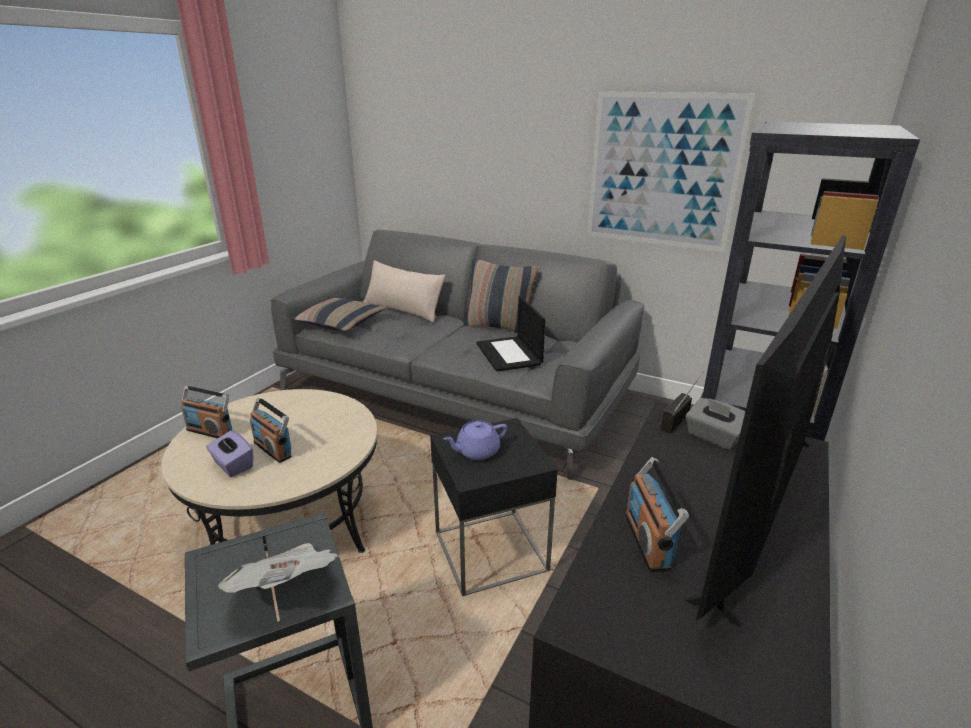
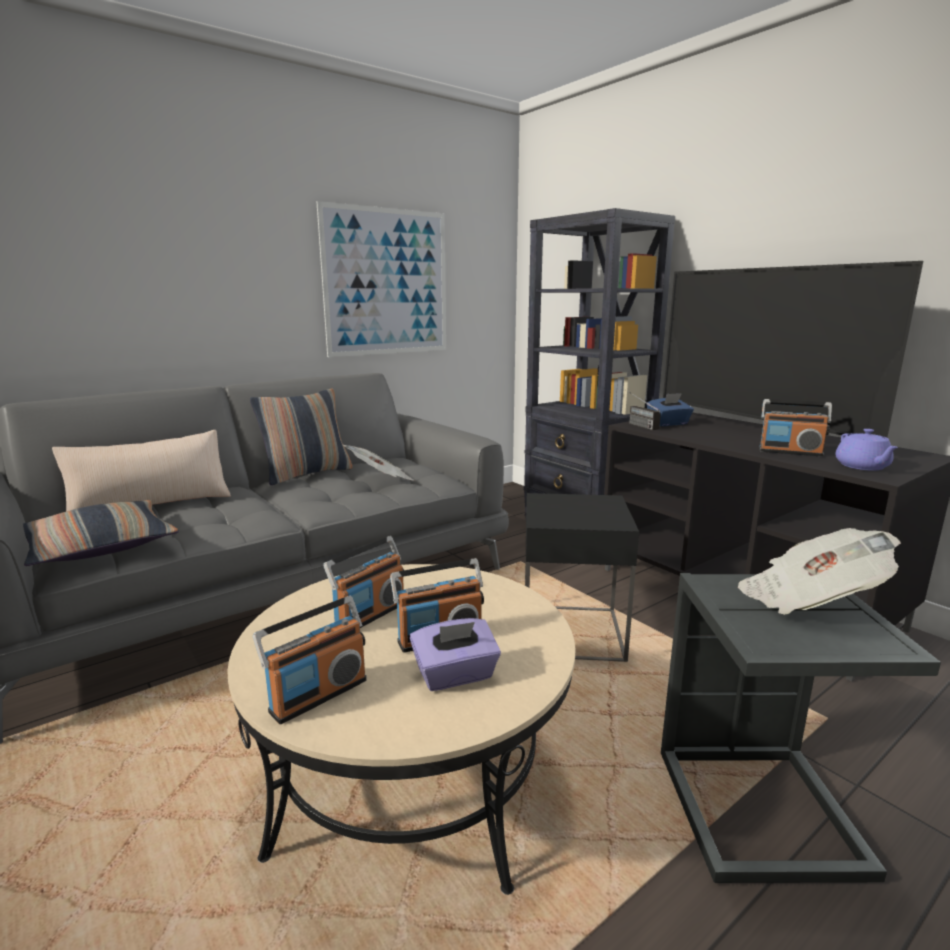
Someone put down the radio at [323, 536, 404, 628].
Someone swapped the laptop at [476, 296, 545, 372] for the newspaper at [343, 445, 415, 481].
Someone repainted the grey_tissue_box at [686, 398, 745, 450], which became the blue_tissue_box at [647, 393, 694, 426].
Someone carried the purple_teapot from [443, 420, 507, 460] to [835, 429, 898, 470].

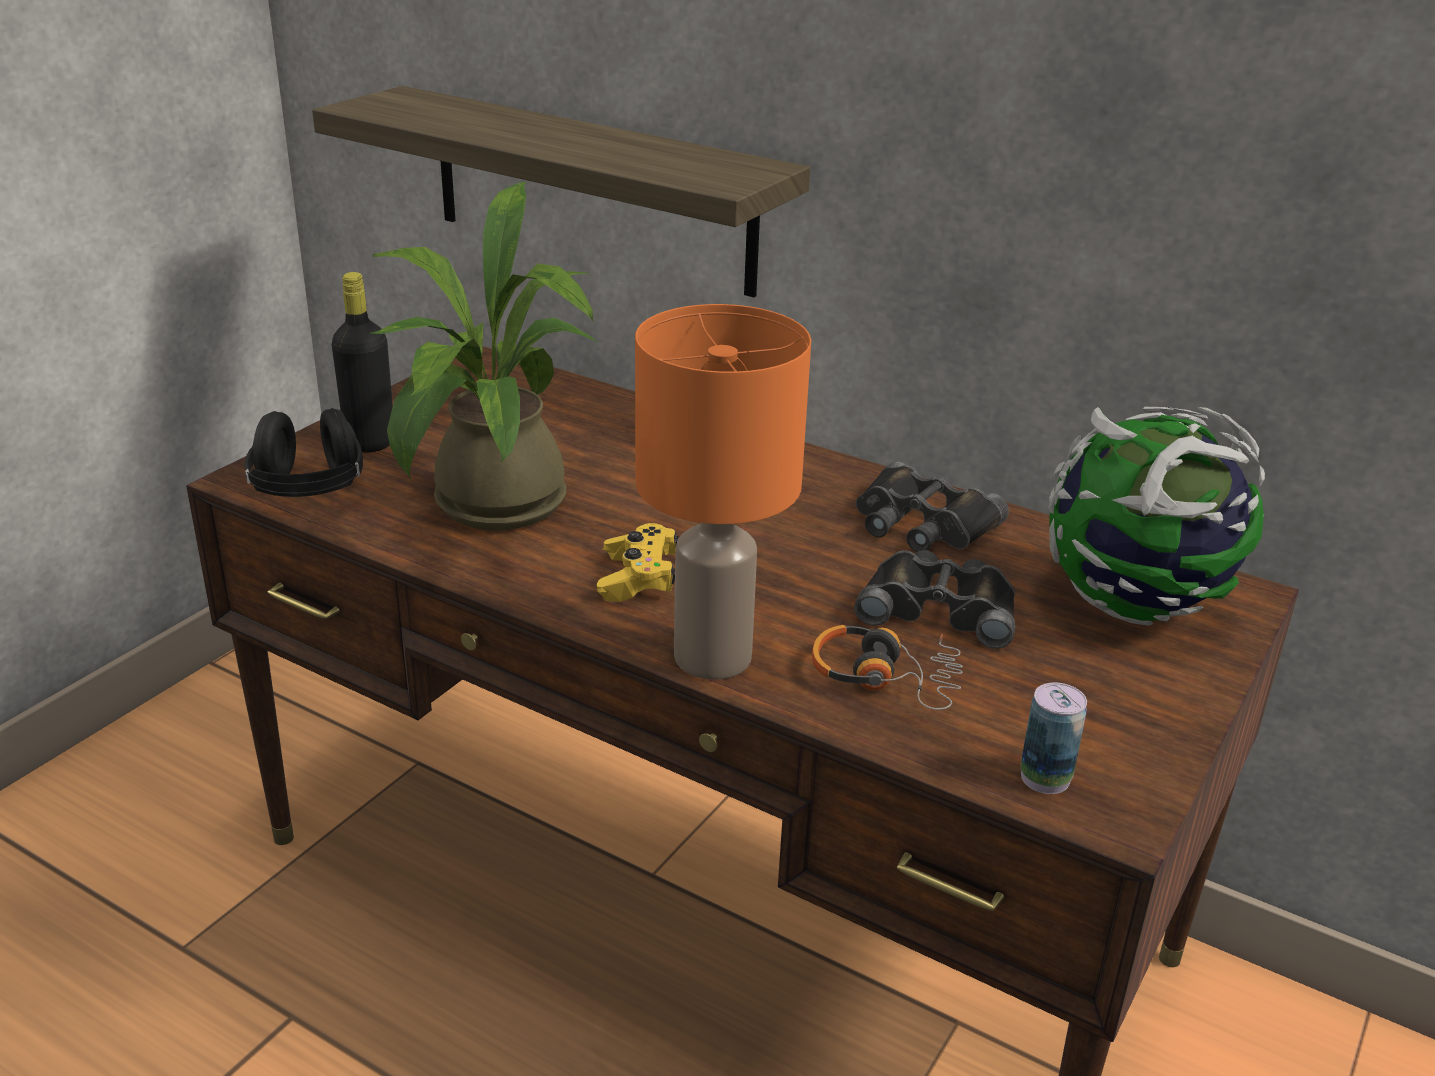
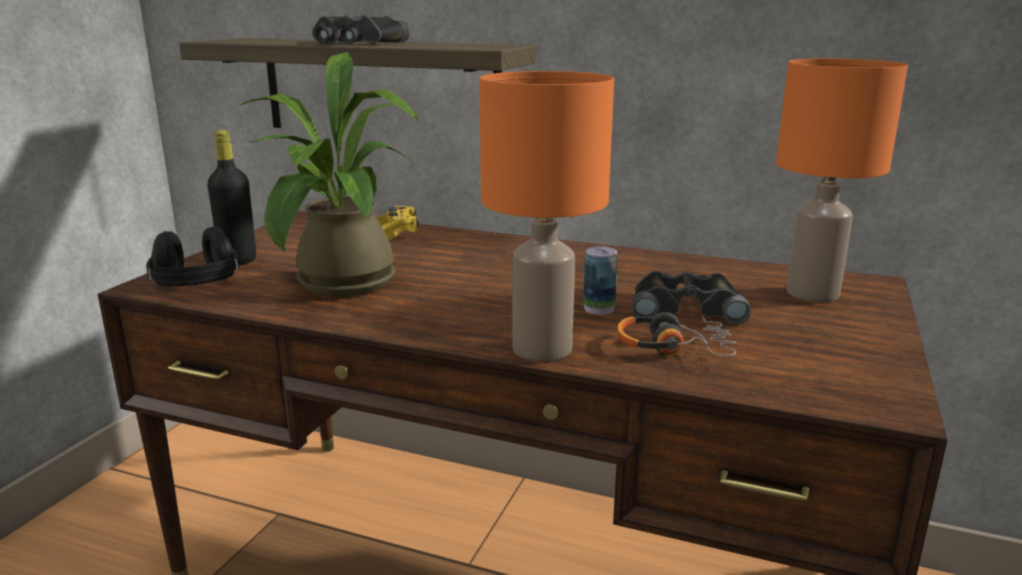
Someone carried the black_binoculars from [856, 462, 1009, 552] to [312, 15, 410, 44].
Someone carried the yellow_game_controller from [597, 523, 678, 602] to [376, 206, 419, 240].
Someone carried the can from [1020, 683, 1087, 794] to [583, 246, 618, 315].
Someone swapped the globe at [1048, 407, 1265, 626] for the orange_table_lamp at [776, 58, 908, 302].

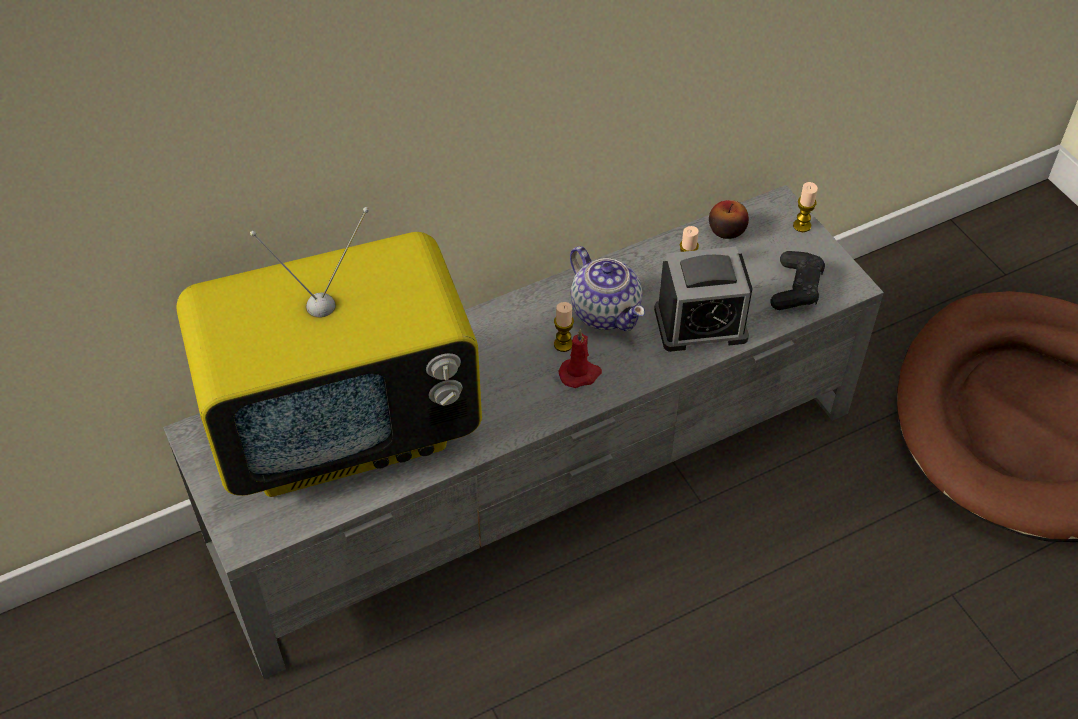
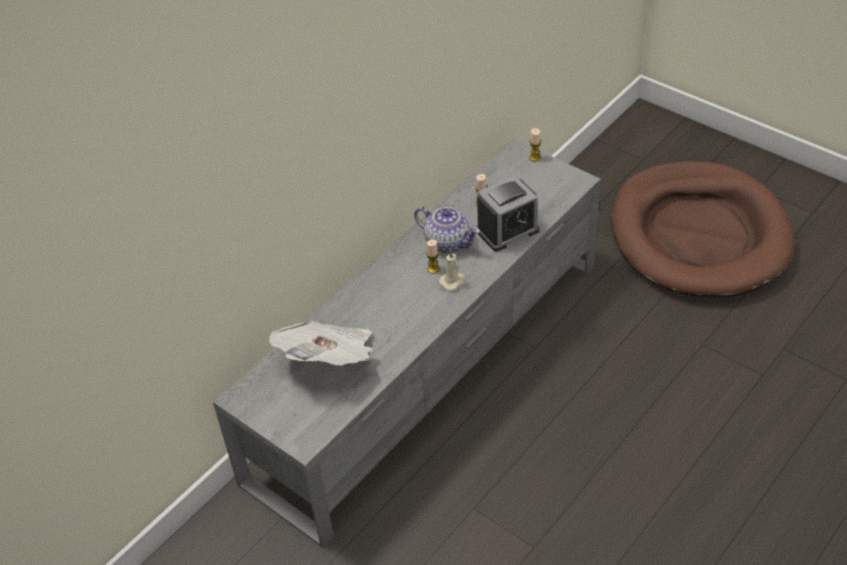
Someone swapped the television at [176, 207, 482, 497] for the newspaper at [269, 321, 373, 365].
Someone repainted the red_candle at [559, 329, 602, 388], which became the beige_candle at [439, 250, 465, 291].
Someone took away the apple at [709, 200, 749, 239].
Someone took away the black_game_controller at [770, 251, 825, 310].

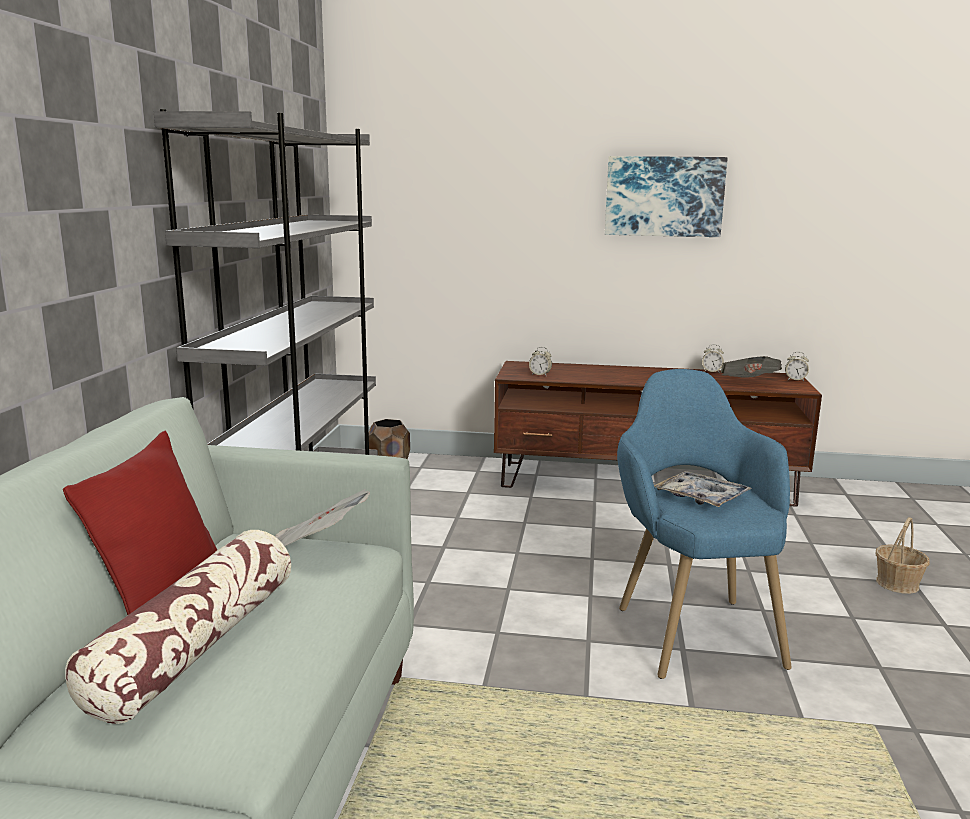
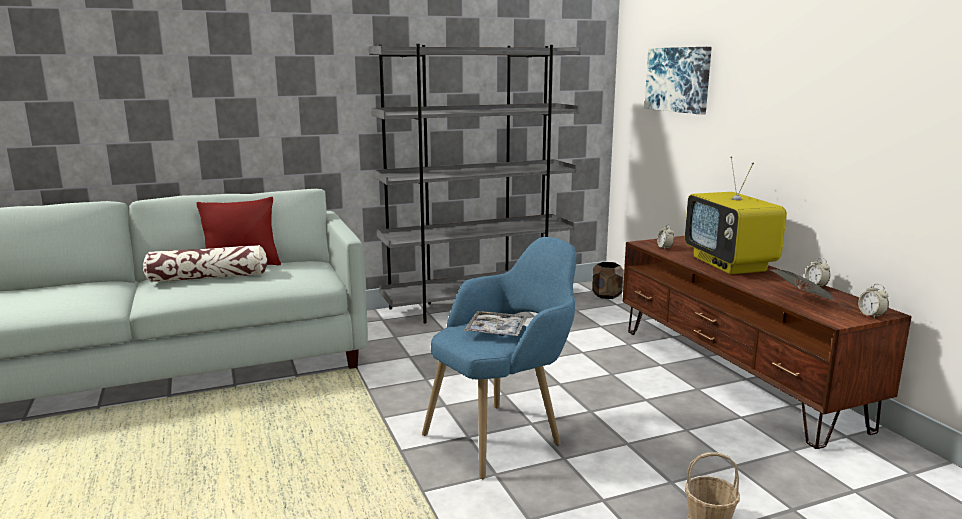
Someone carried the picture from [605, 156, 728, 237] to [644, 47, 712, 115].
Someone put down the television at [685, 157, 787, 274].
Someone took away the newspaper at [275, 489, 370, 546].

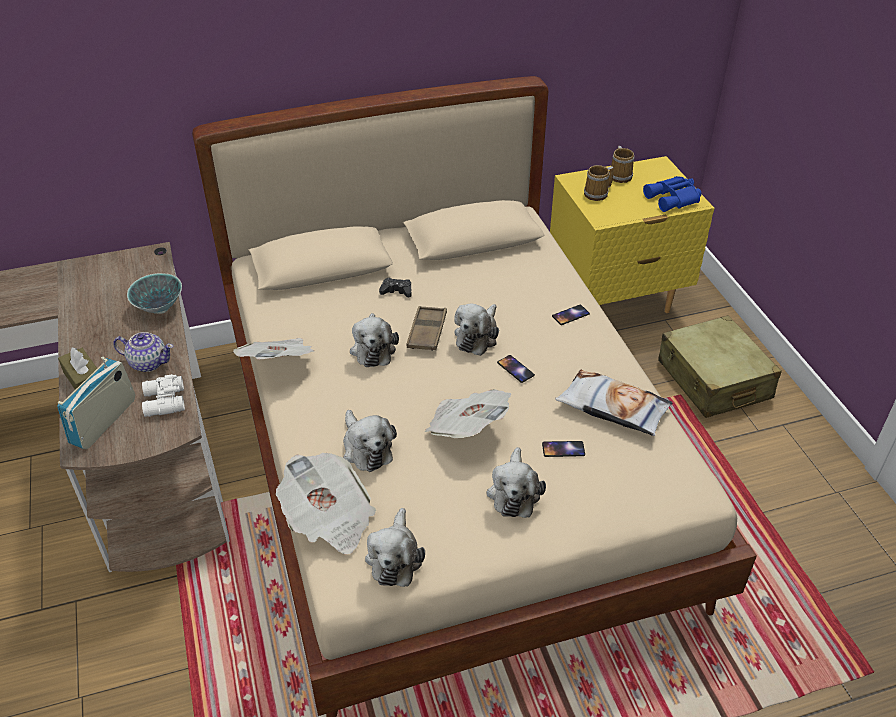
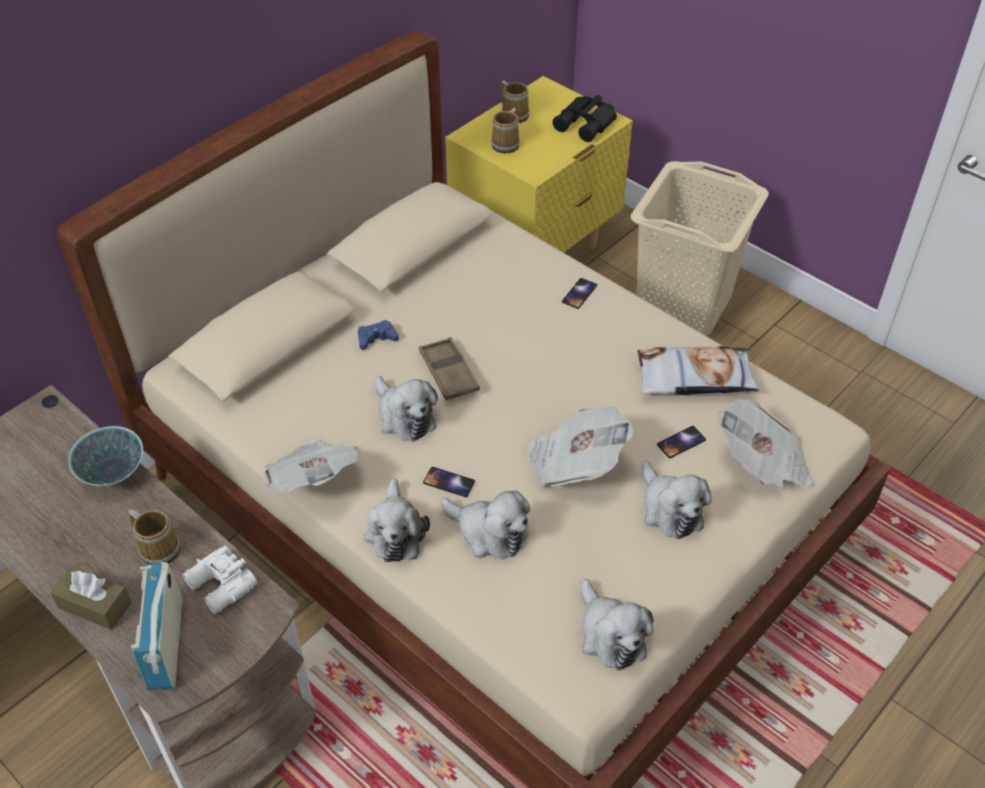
Someone swapped the teapot at [113, 332, 173, 372] for the mug at [128, 509, 181, 564].
Someone repainted the black_game_controller at [379, 278, 411, 297], which became the blue_game_controller at [358, 320, 399, 350].
Someone carried the plush_toy from [454, 303, 499, 356] to [364, 478, 430, 562].
Someone carried the phone from [497, 355, 535, 383] to [423, 467, 475, 497].
Someone repainted the blue_binoculars at [643, 176, 702, 212], which became the black_binoculars at [553, 95, 617, 142].
Someone swapped the beige_suitcase at [658, 315, 782, 418] for the beige_laundry_basket at [631, 161, 769, 336].
Someone carried the newspaper from [276, 453, 376, 554] to [718, 399, 813, 488].

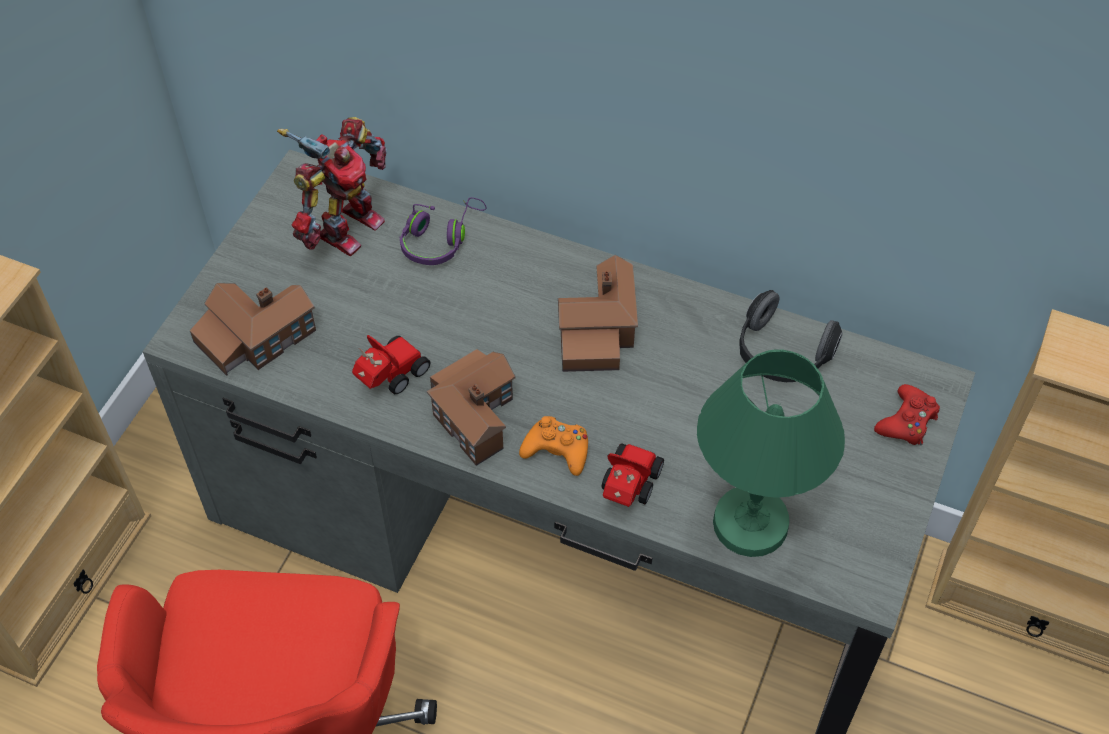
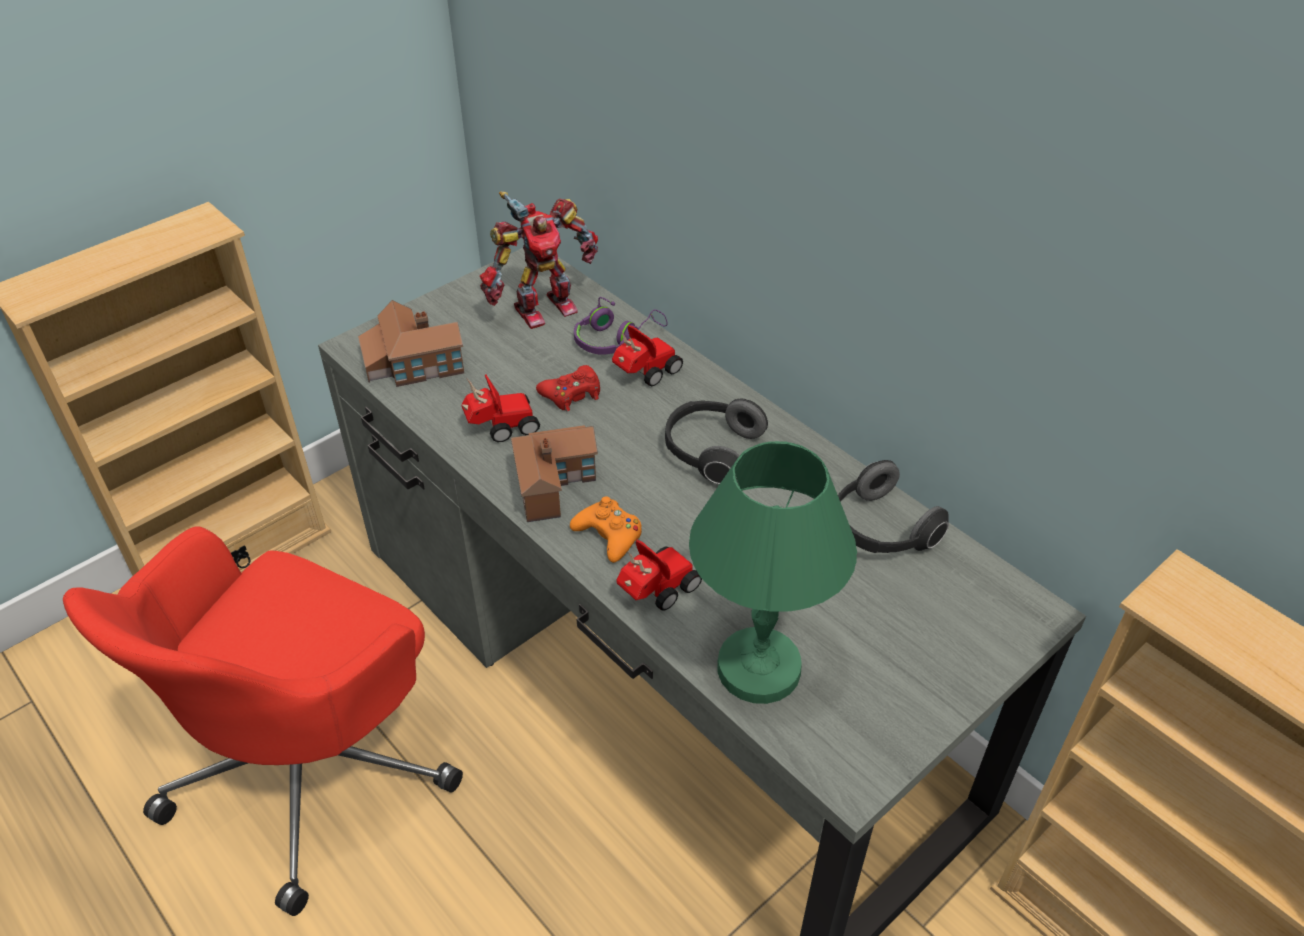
Someone carried the red_game_controller from [874, 384, 940, 445] to [536, 365, 600, 412].
Someone put down the toy_car at [612, 325, 683, 387].
Someone swapped the toy_house at [558, 255, 638, 372] for the headphones at [665, 399, 768, 484].

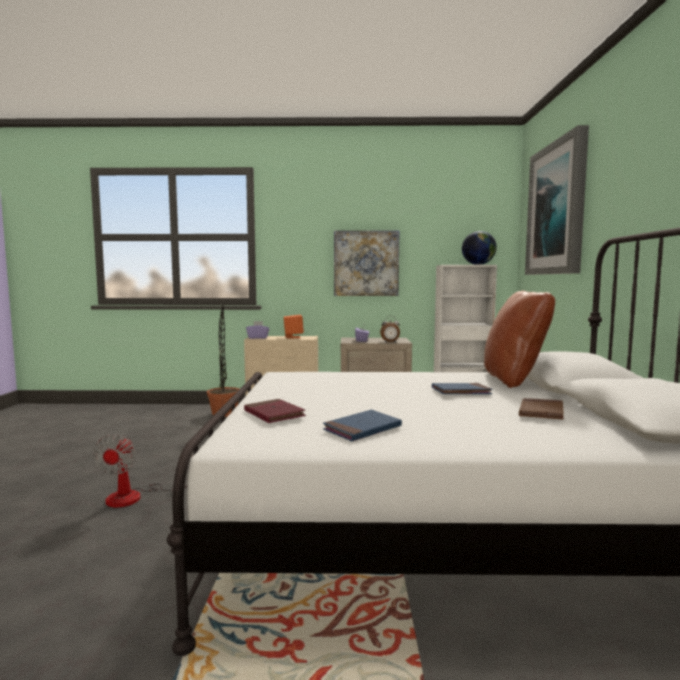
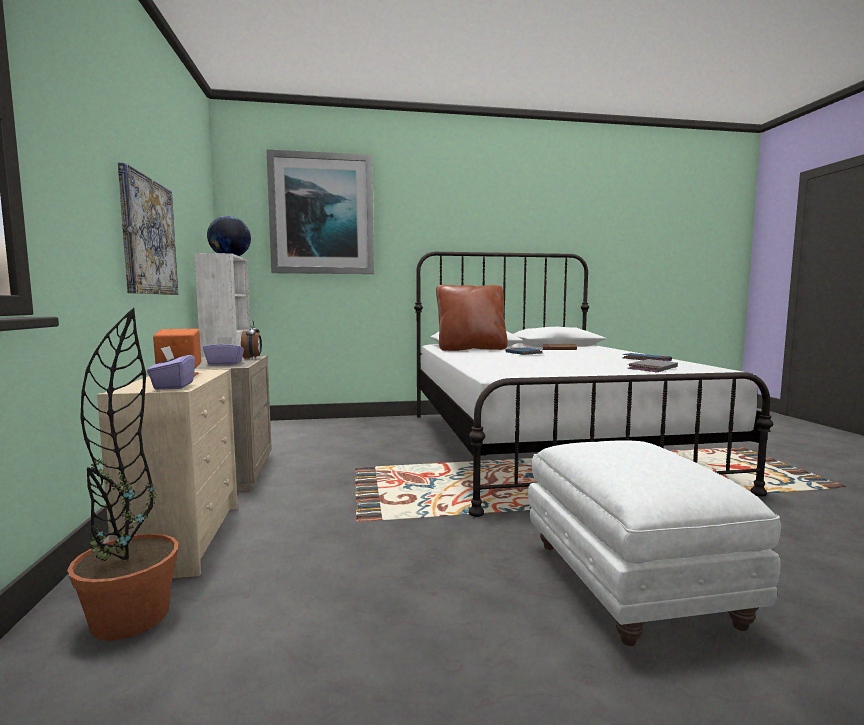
Someone swapped the fan at [93, 434, 194, 507] for the white_ottoman at [528, 440, 781, 646].
Someone repainted the red_book at [244, 399, 306, 423], which became the grey_book at [628, 359, 678, 372].

